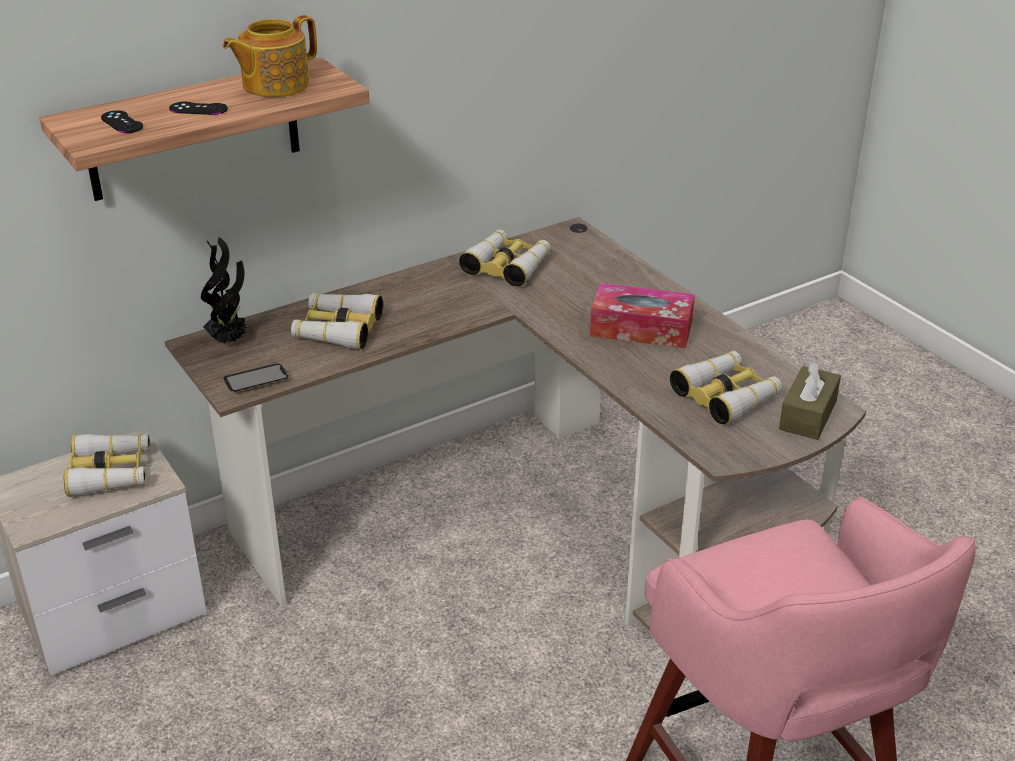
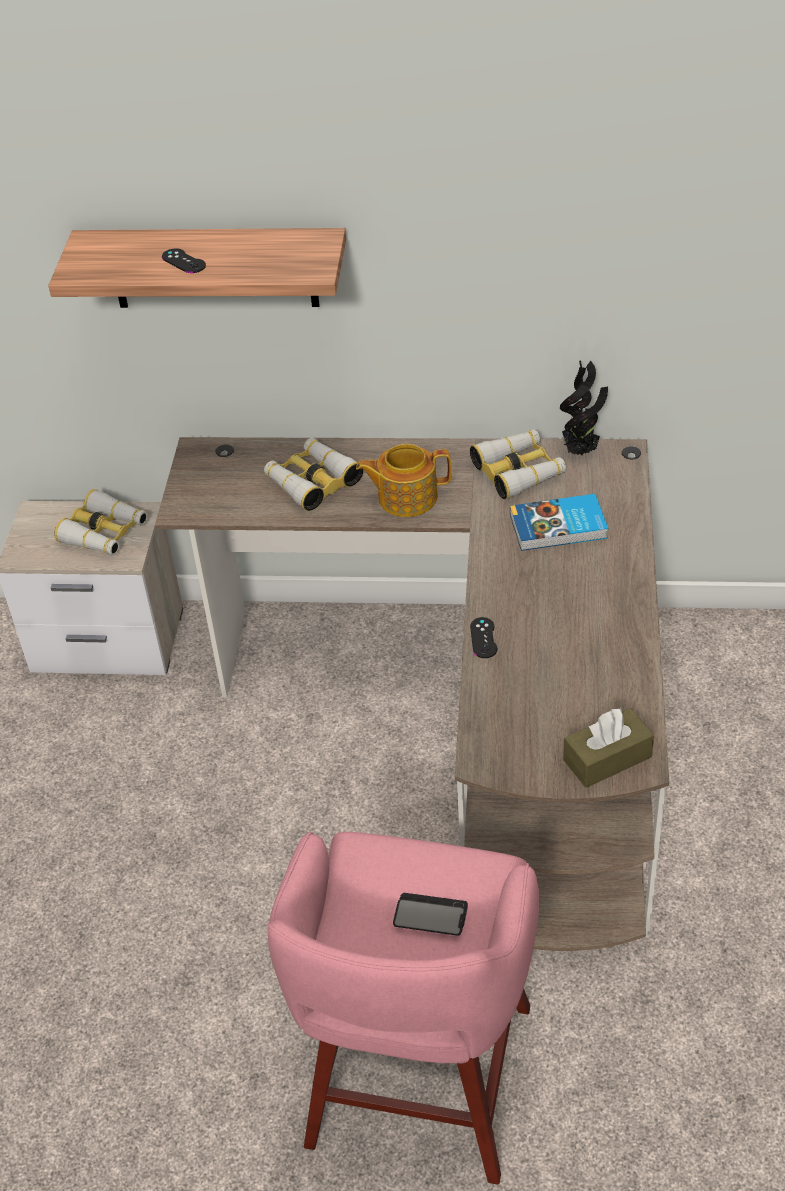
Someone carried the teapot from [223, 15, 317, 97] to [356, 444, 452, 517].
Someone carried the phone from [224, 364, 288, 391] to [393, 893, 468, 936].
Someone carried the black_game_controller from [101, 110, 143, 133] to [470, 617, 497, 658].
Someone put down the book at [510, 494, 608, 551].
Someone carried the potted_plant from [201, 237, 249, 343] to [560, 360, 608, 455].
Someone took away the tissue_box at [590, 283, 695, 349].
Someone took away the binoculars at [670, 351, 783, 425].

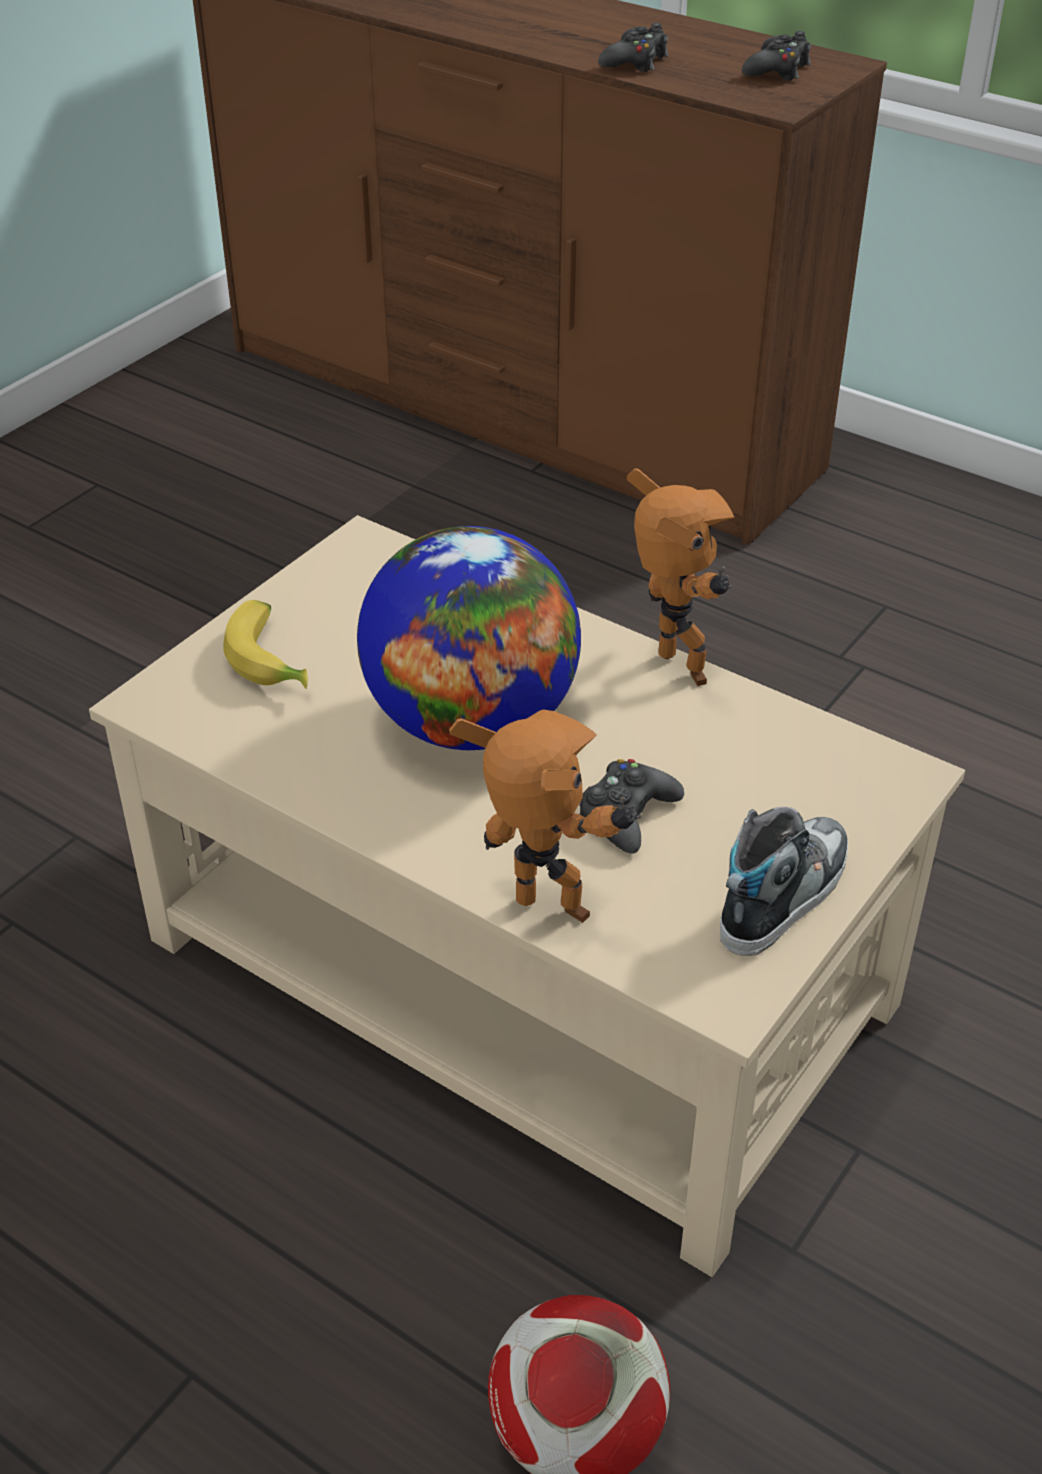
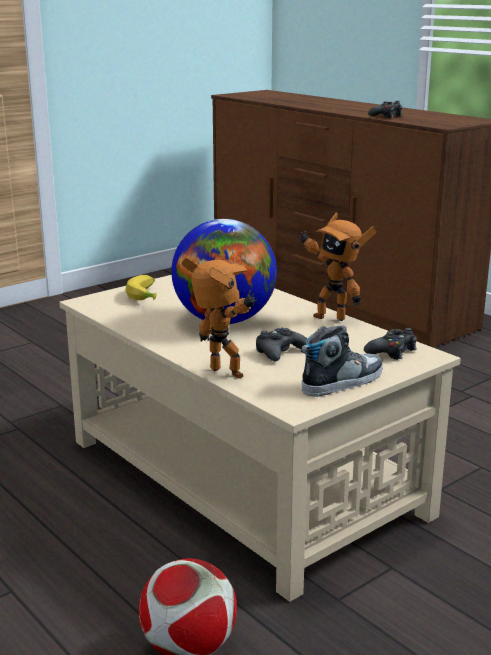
Someone rotated the toy_robot at [627, 469, 734, 686] by 135 degrees clockwise.
Someone carried the black_game_controller from [742, 31, 811, 81] to [364, 328, 417, 360].

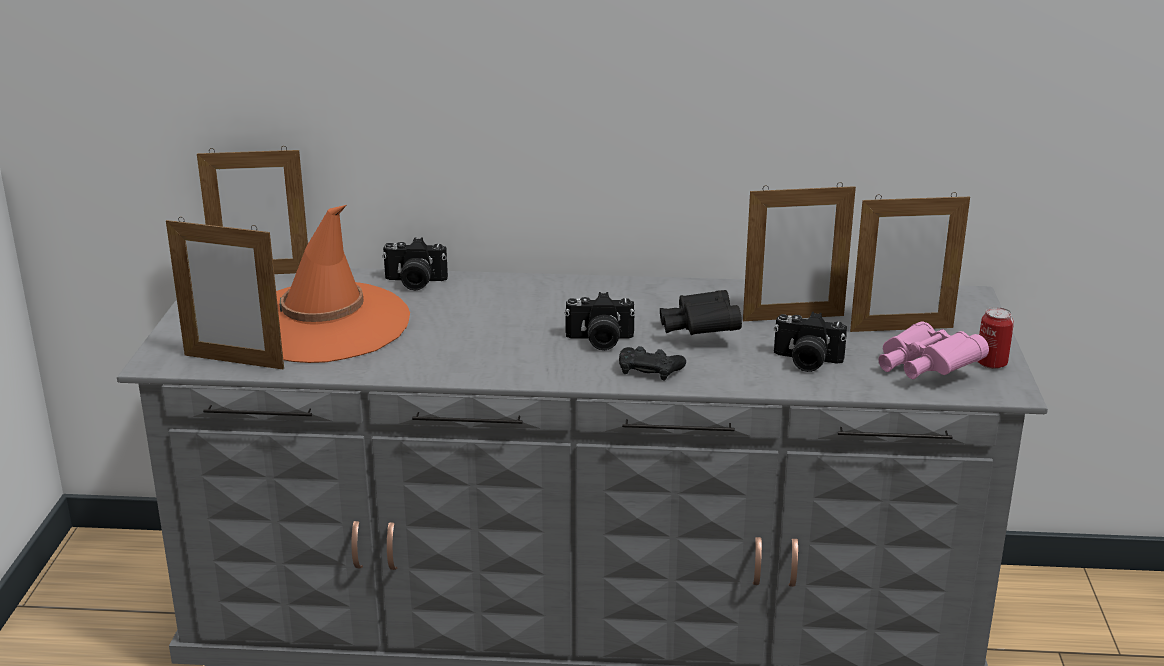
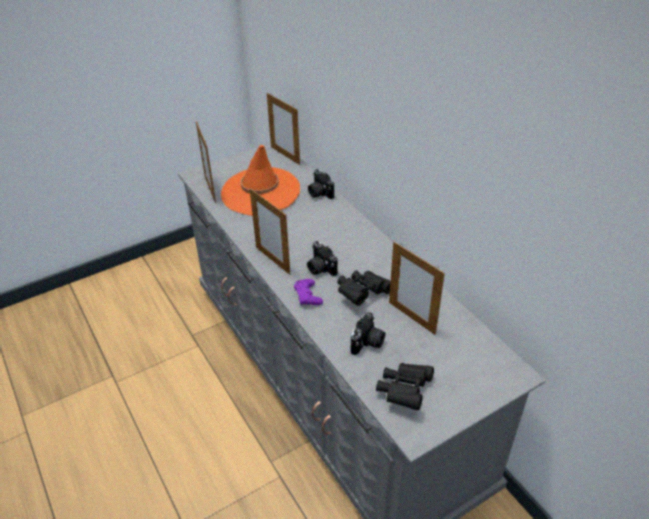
Someone carried the picture_frame from [850, 192, 970, 332] to [250, 188, 290, 275].
Someone repainted the black_game_controller at [619, 346, 686, 381], which became the purple_game_controller at [294, 279, 323, 305].
Someone rotated the photo_camera at [774, 312, 847, 372] by 135 degrees counterclockwise.
Someone repainted the pink_binoculars at [878, 321, 989, 379], which became the black_binoculars at [376, 363, 434, 410].
Someone took away the can at [978, 307, 1014, 369].

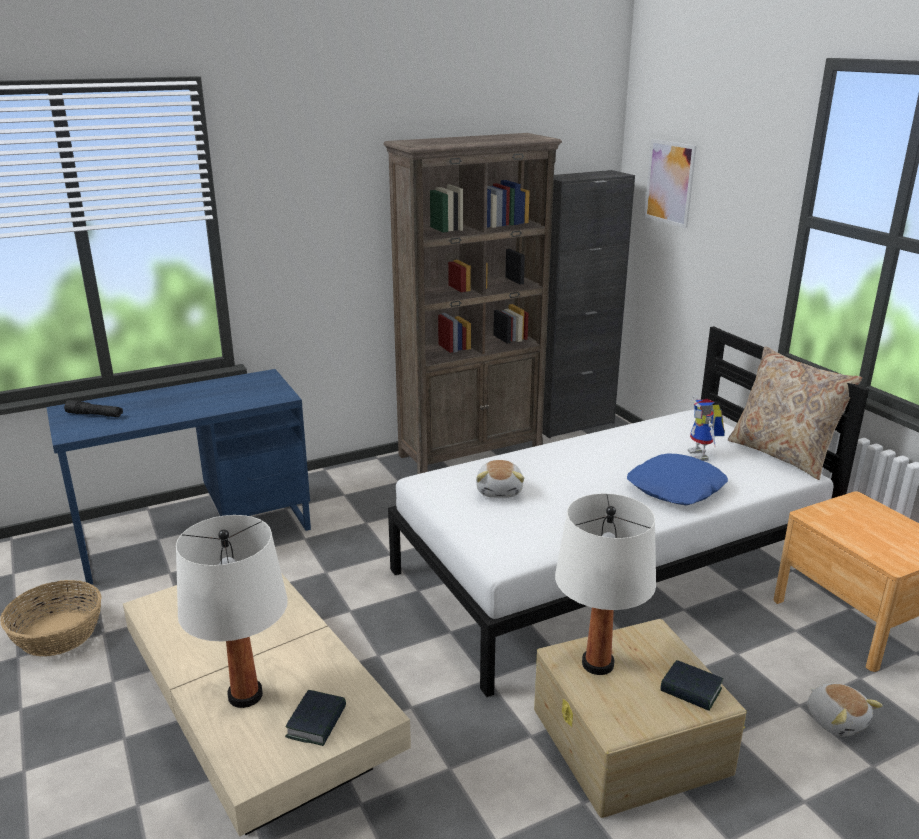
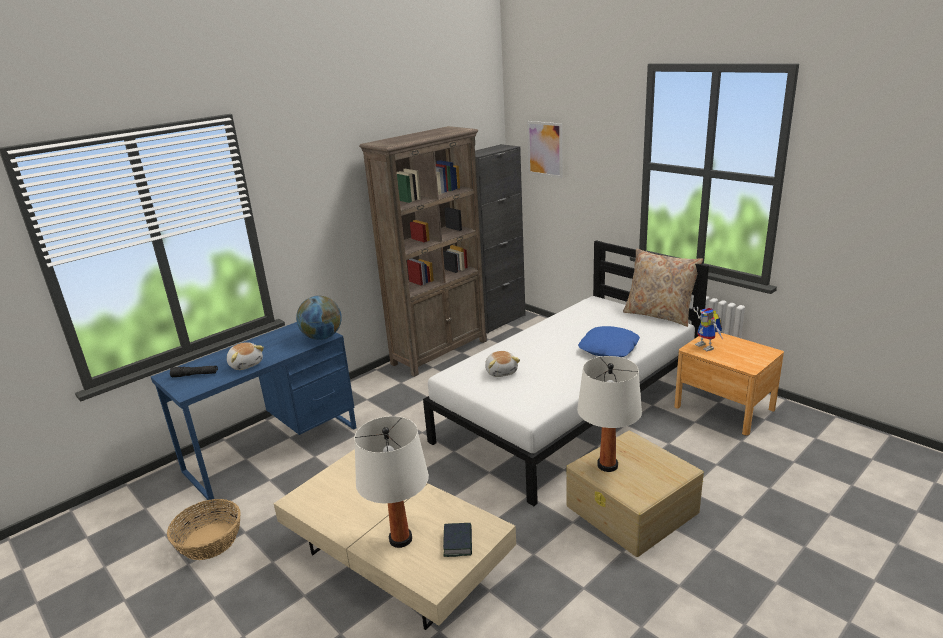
Someone carried the plush_toy from [807, 683, 883, 737] to [227, 342, 264, 370].
Someone put down the globe at [296, 296, 342, 340].
Someone carried the toy_robot from [688, 396, 725, 461] to [693, 307, 723, 351].
Someone took away the book at [661, 660, 723, 711].

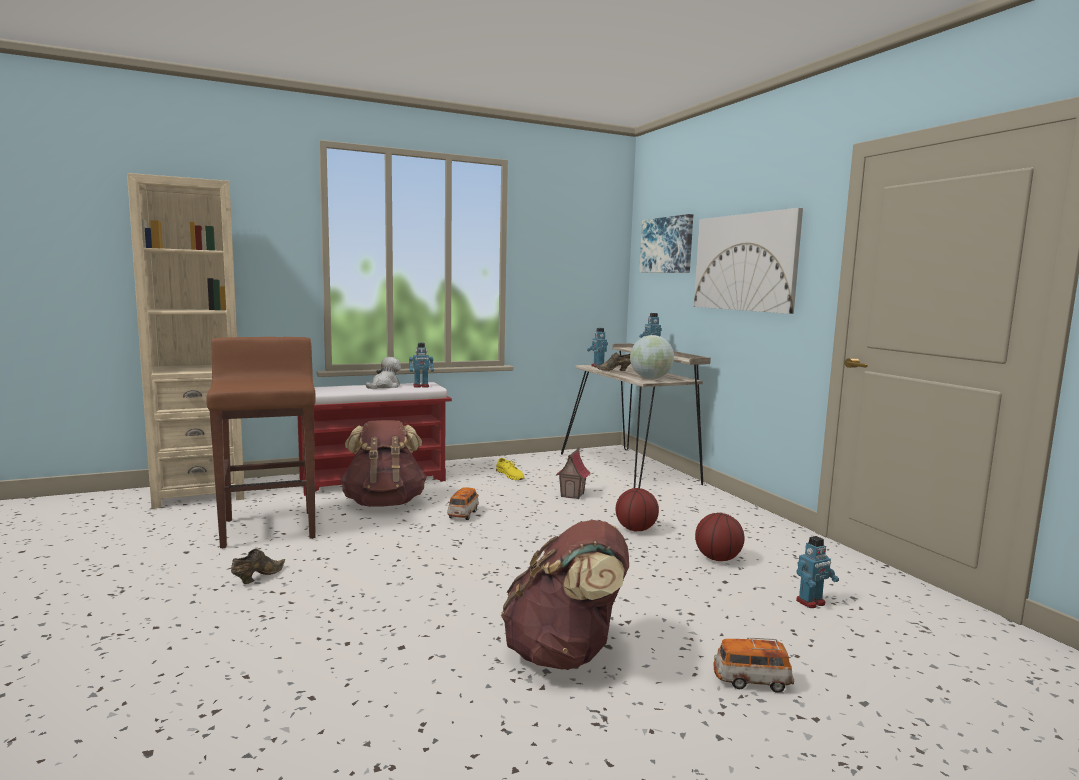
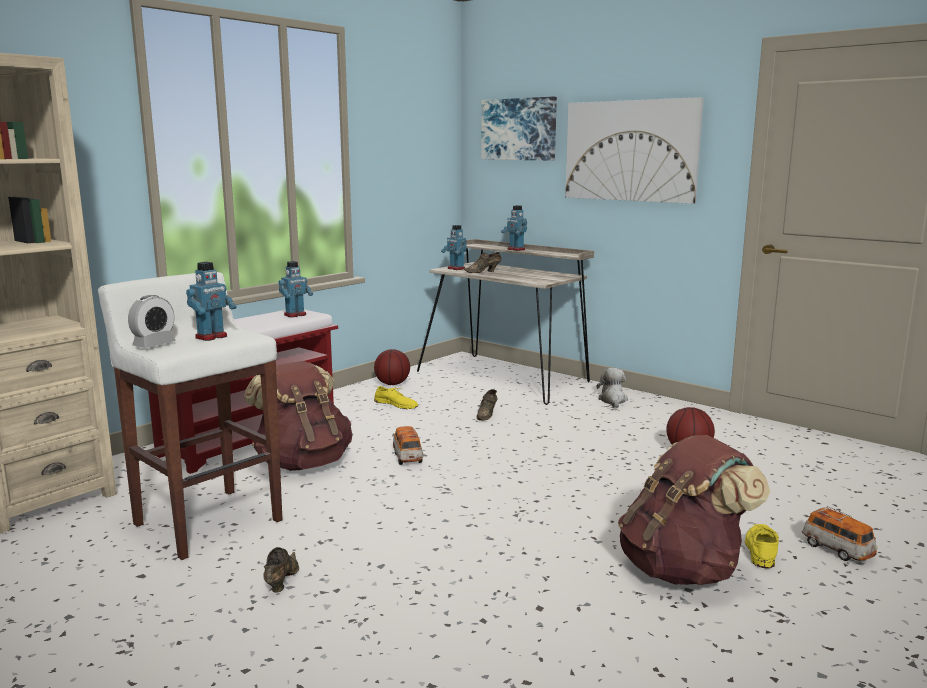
Someone repainted the brown_stool at [206, 337, 316, 548], which became the white_stool at [98, 272, 282, 560].
Someone put down the alarm_clock at [128, 295, 176, 348].
Someone carried the toy_robot from [796, 536, 839, 608] to [186, 262, 237, 341].
Someone carried the basketball from [616, 488, 659, 532] to [374, 349, 410, 385].
Someone swapped the toy_house at [556, 447, 590, 499] for the brown_shoe at [477, 389, 498, 420].
Someone carried the plush_toy from [366, 357, 401, 389] to [596, 368, 628, 408].
Someone put down the yellow_shoe at [745, 524, 779, 569].
Someone rotated the toy_car at [713, 638, 794, 693] by 105 degrees counterclockwise.
Someone took away the globe at [630, 335, 674, 379].

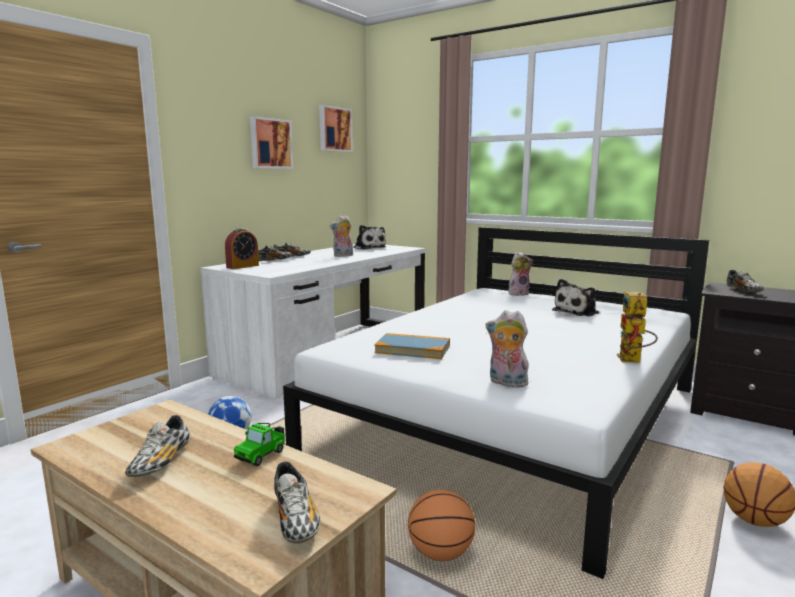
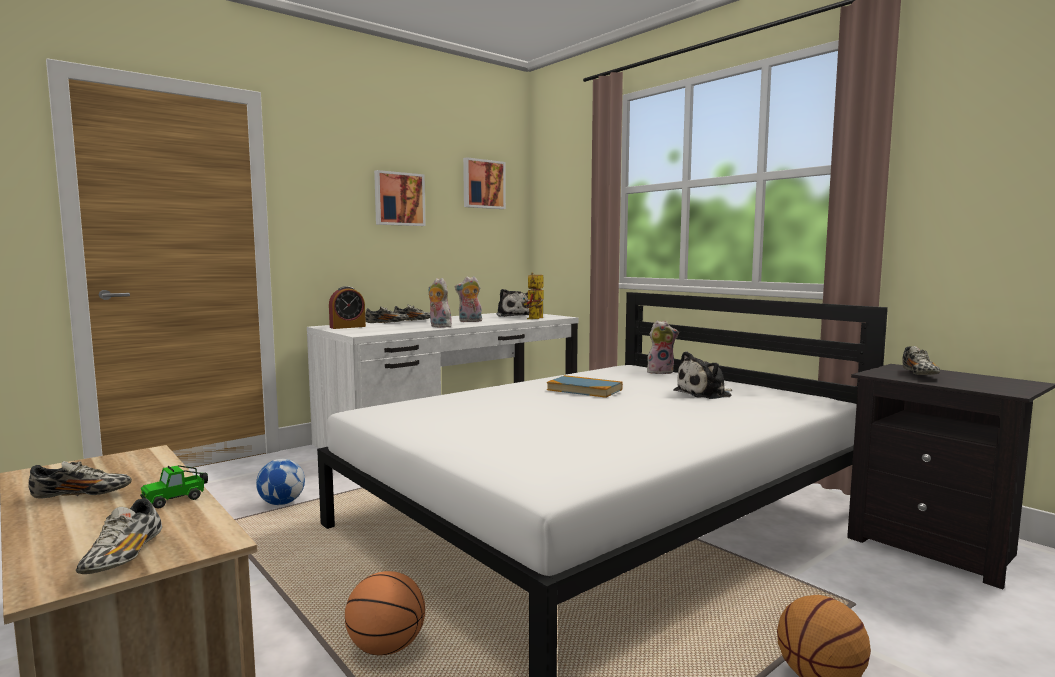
Someone rotated the shoe at [125, 415, 190, 477] by 120 degrees counterclockwise.
Someone carried the plush_toy from [486, 310, 531, 388] to [428, 278, 452, 328].
Someone carried the toy_robot from [617, 292, 658, 363] to [523, 273, 544, 319].
Someone carried the book from [374, 333, 450, 359] to [547, 375, 623, 398].

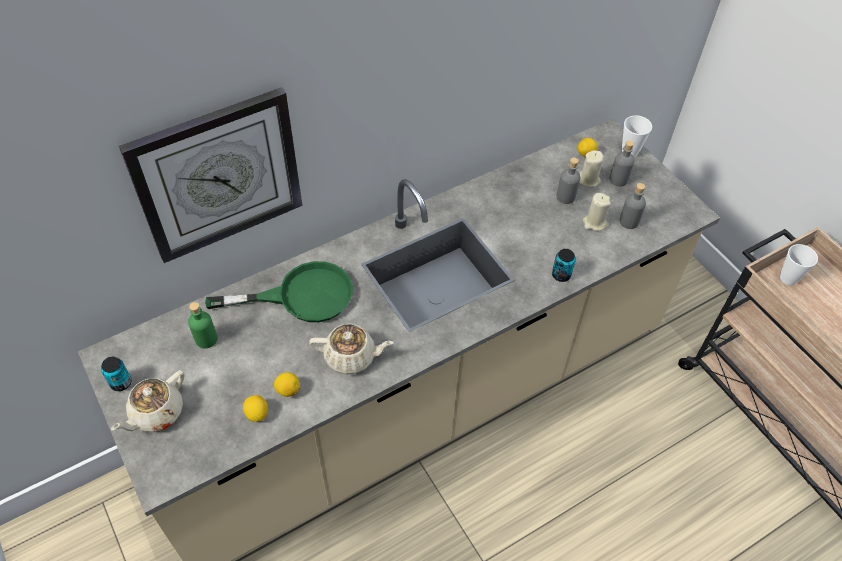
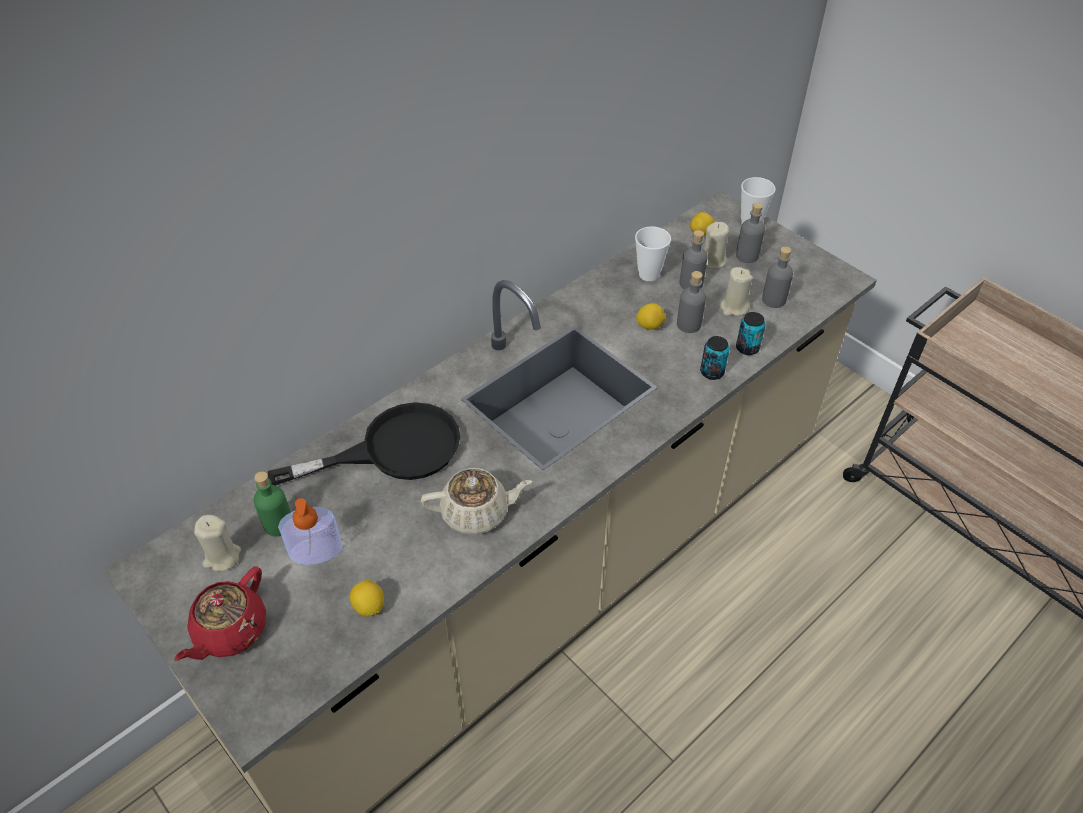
Someone repainted the beige_teapot at [111, 370, 185, 432], which became the red_teapot at [174, 566, 266, 661].
Someone put down the beige_candle at [194, 515, 241, 571].
Someone repainted the green_frying_pan at [205, 261, 353, 322], which became the black_frying_pan at [268, 402, 460, 485].
Someone put down the soap_dispenser at [278, 498, 342, 565].
Someone carried the cup from [780, 244, 818, 285] to [635, 226, 671, 281].
Someone carried the lemon from [274, 372, 300, 397] to [636, 303, 665, 330].
Someone put down the grey_bottle at [677, 271, 706, 333].
Someone carried the can from [101, 357, 132, 391] to [736, 312, 765, 355].
Someone took away the wall_clock at [119, 87, 302, 263].

